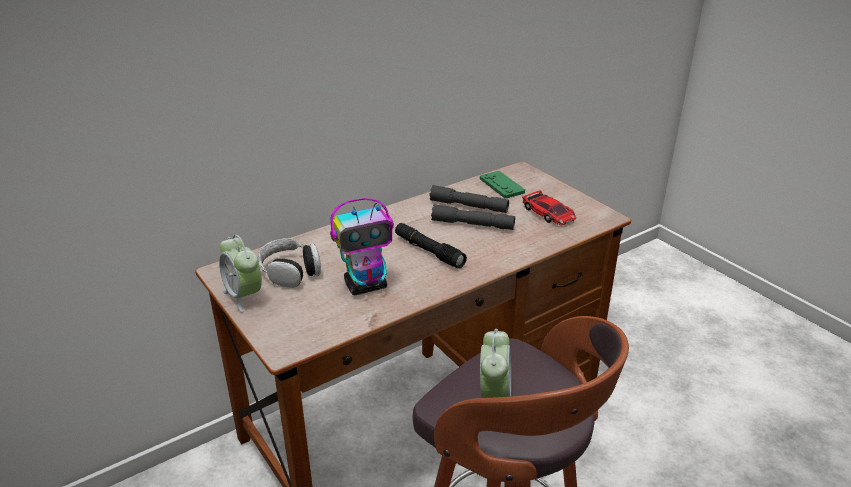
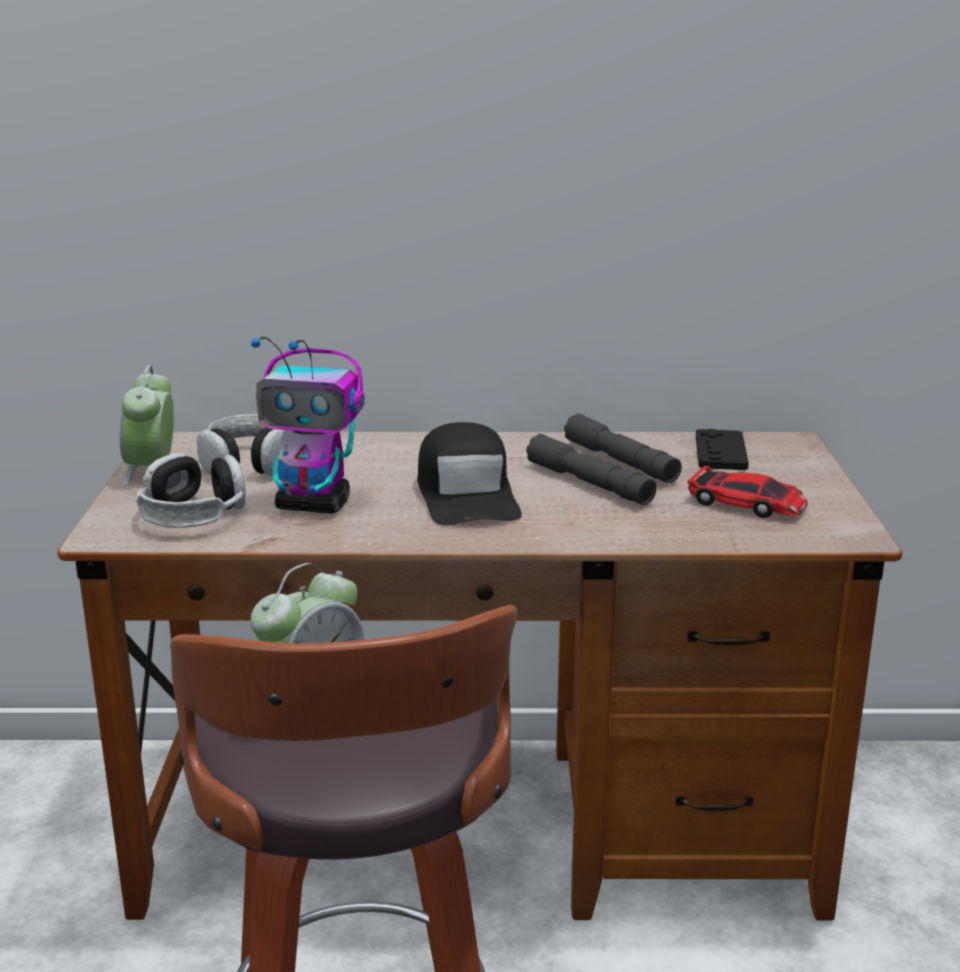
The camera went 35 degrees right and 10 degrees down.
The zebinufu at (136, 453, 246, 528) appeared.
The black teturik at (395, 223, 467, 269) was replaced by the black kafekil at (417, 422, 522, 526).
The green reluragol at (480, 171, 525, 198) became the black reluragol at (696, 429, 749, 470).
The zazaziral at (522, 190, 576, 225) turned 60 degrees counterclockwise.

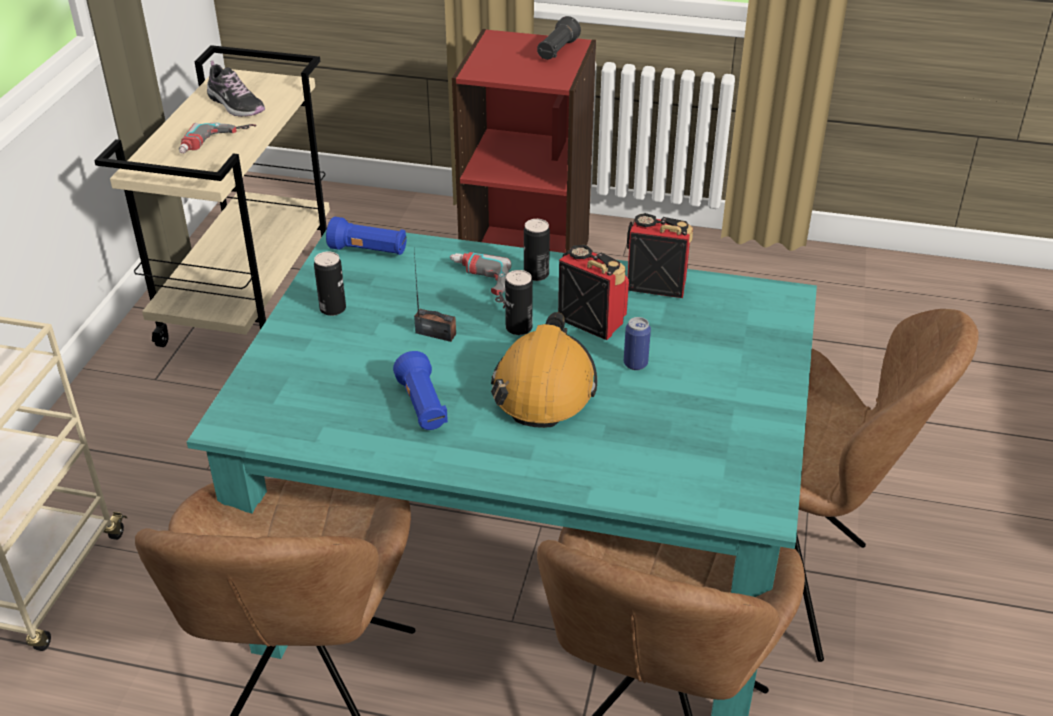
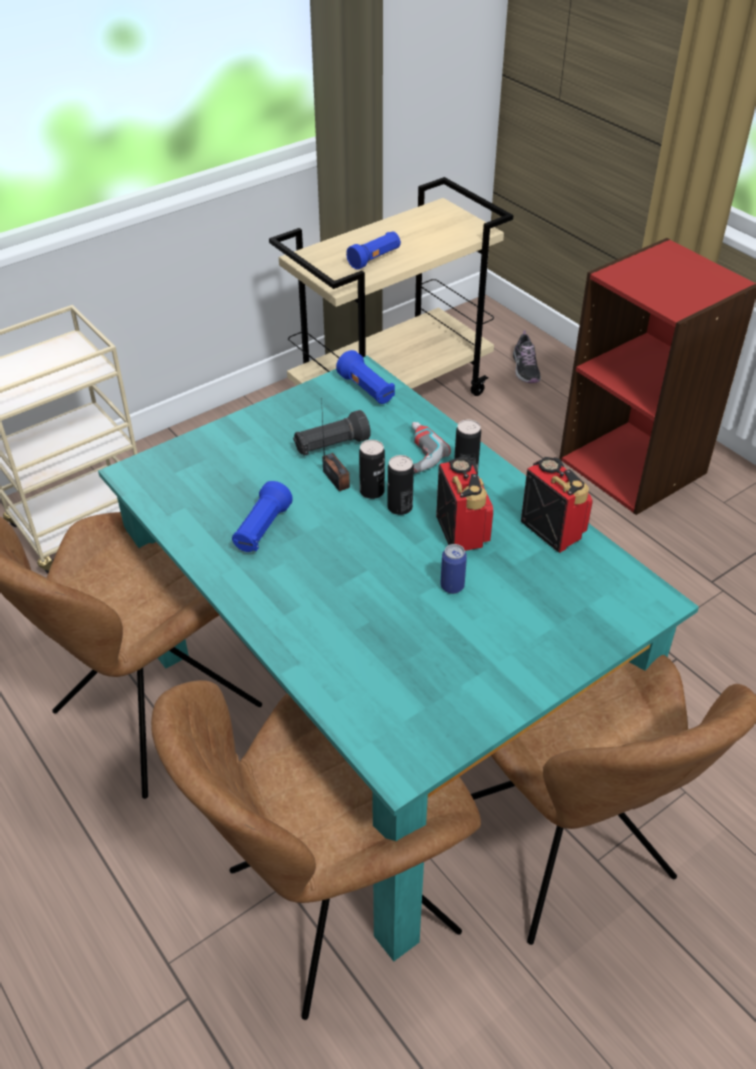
The camera went 40 degrees right and 5 degrees up.
The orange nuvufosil at (491, 312, 597, 428) disappeared.
The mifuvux moved from (207, 60, 265, 117) to (513, 331, 541, 383).
The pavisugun moved from (314, 251, 346, 316) to (359, 440, 385, 499).
The black teturik moved from (537, 16, 581, 60) to (293, 410, 371, 456).
The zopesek at (179, 123, 257, 153) was replaced by the blue teturik at (346, 231, 401, 270).

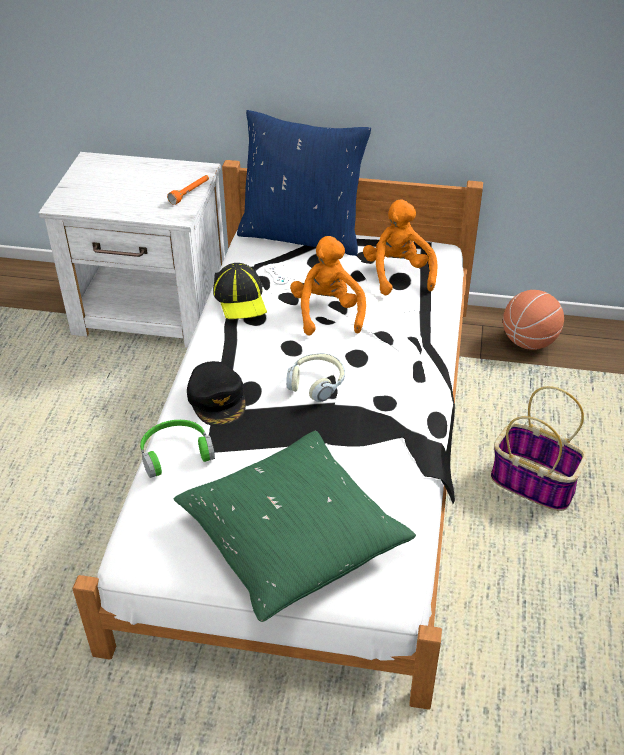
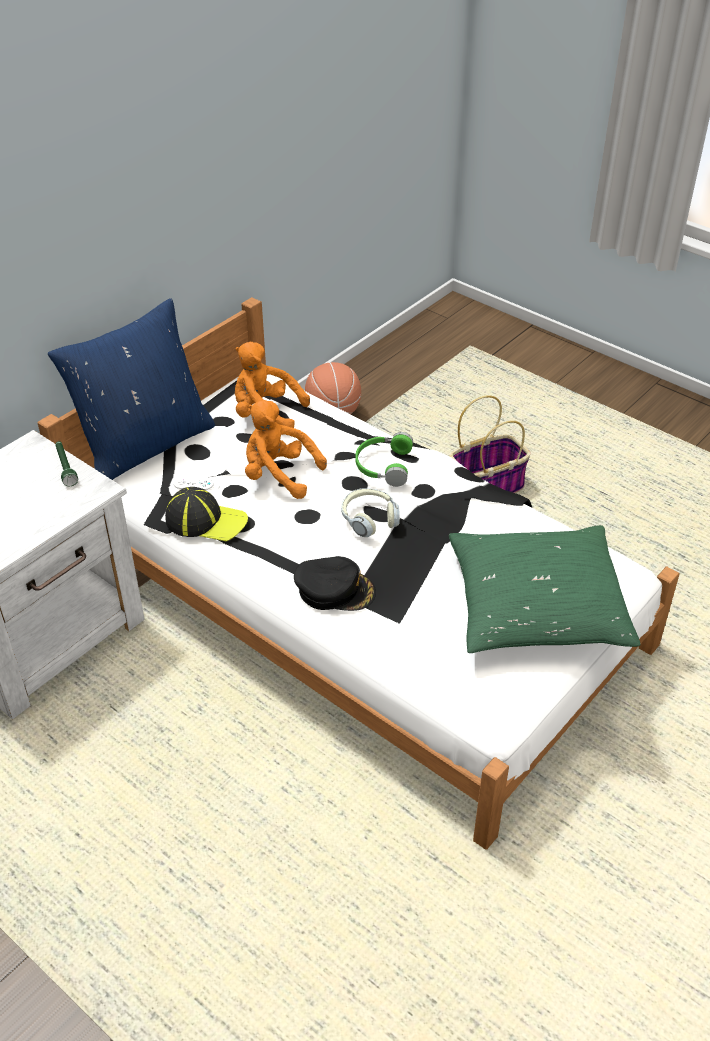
The camera went 60 degrees left and 0 degrees up.
The green zebinufu moved from (140, 420, 215, 478) to (355, 432, 413, 487).
The orange teturik at (167, 175, 209, 205) became the green teturik at (55, 441, 78, 486).

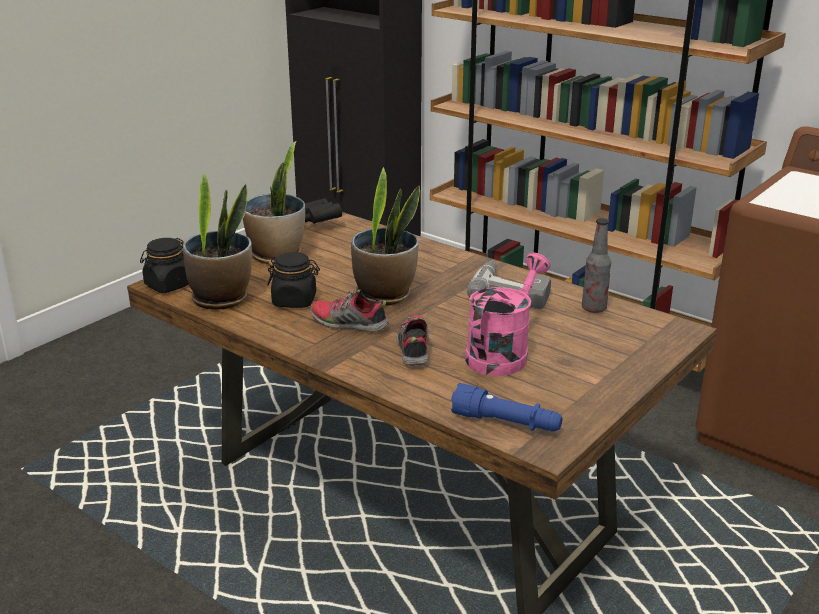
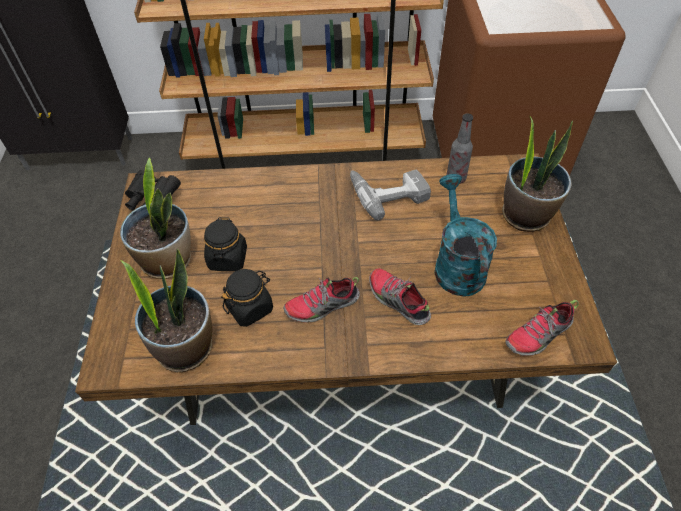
The camera went 40 degrees left and 25 degrees up.
The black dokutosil moved from (140, 238, 189, 293) to (204, 217, 247, 271).
The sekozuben moved from (351, 167, 420, 305) to (502, 115, 573, 232).
The blue teturik at (451, 383, 563, 432) was replaced by the mifuvux at (505, 300, 579, 356).
The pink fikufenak at (465, 253, 550, 376) became the turquoise fikufenak at (434, 174, 497, 297).

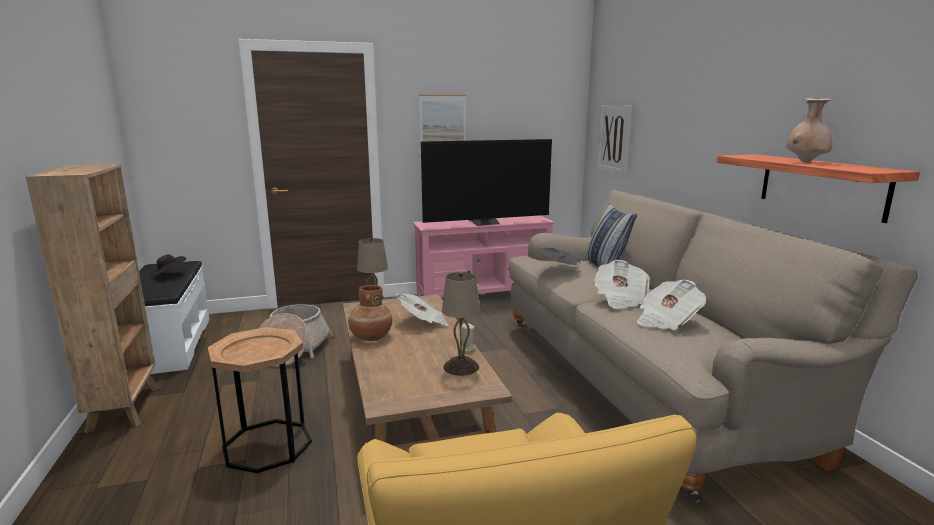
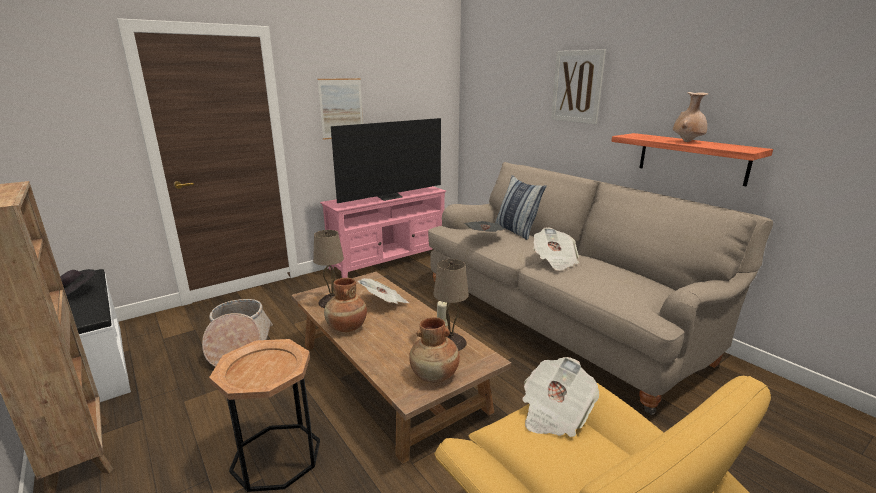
The camera went 20 degrees left and 5 degrees up.
The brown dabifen at (409, 317, 460, 383) appeared.
The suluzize moved from (597, 106, 632, 175) to (551, 49, 606, 124).
The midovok moved from (637, 280, 706, 330) to (522, 357, 599, 437).

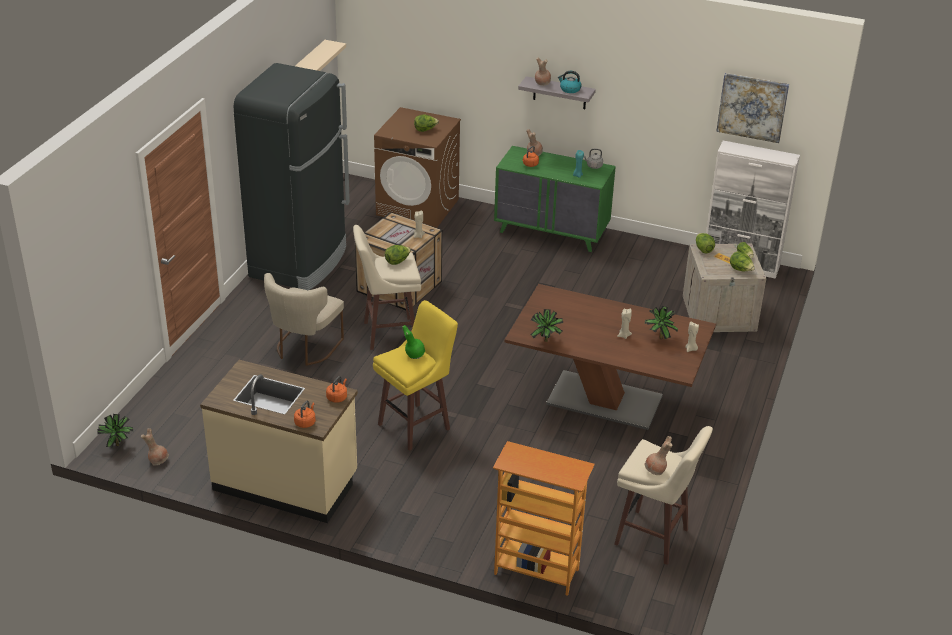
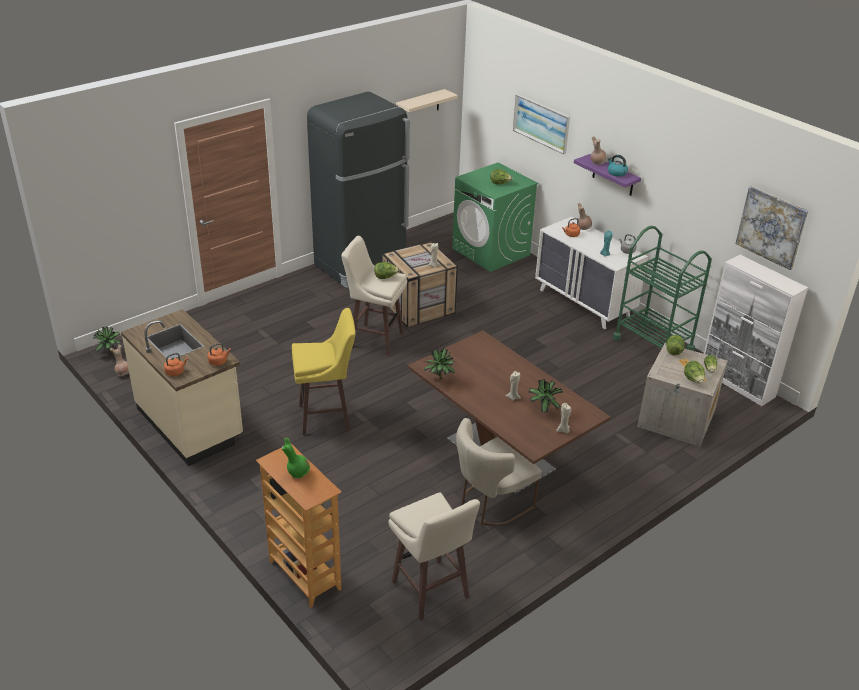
The camera went 30 degrees right and 0 degrees up.
The brown dabifen at (645, 436, 672, 475) disappeared.
The suluzize at (513, 94, 570, 154) appeared.
The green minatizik at (613, 226, 712, 351) appeared.
The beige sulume moved from (264, 273, 344, 366) to (456, 418, 541, 526).
The green dabifen moved from (402, 325, 425, 359) to (281, 438, 310, 479).
The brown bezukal at (374, 107, 461, 228) became the green bezukal at (452, 163, 538, 272).
The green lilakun at (494, 146, 616, 252) became the white lilakun at (535, 217, 648, 329).
The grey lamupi at (518, 76, 596, 109) became the purple lamupi at (574, 154, 641, 196).

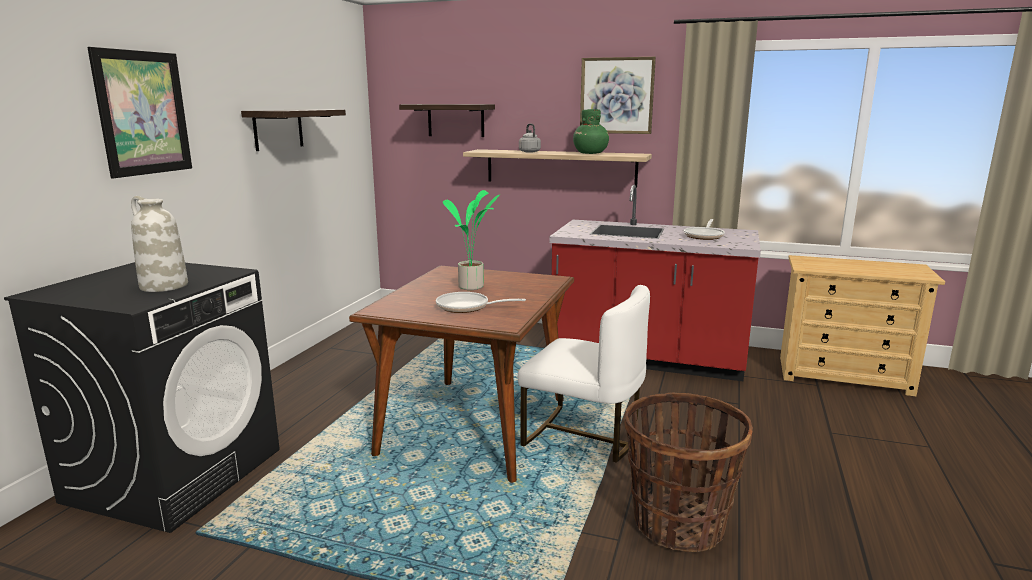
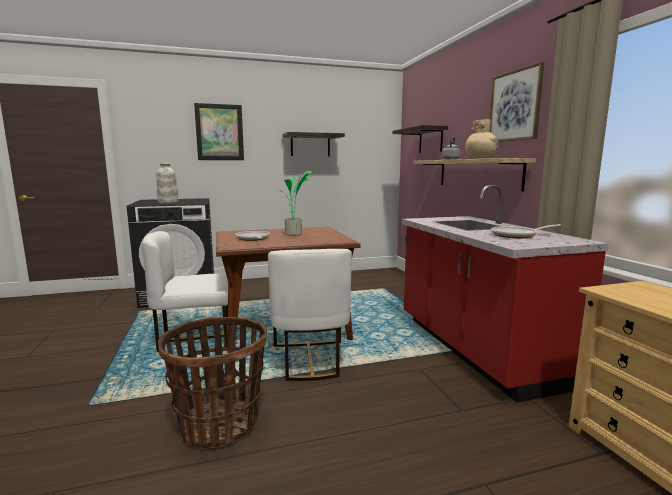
The camera went 55 degrees right and 5 degrees down.
The white sulume at (142, 231, 228, 352) appeared.
The green dabifen at (573, 109, 609, 154) became the beige dabifen at (465, 119, 499, 159).

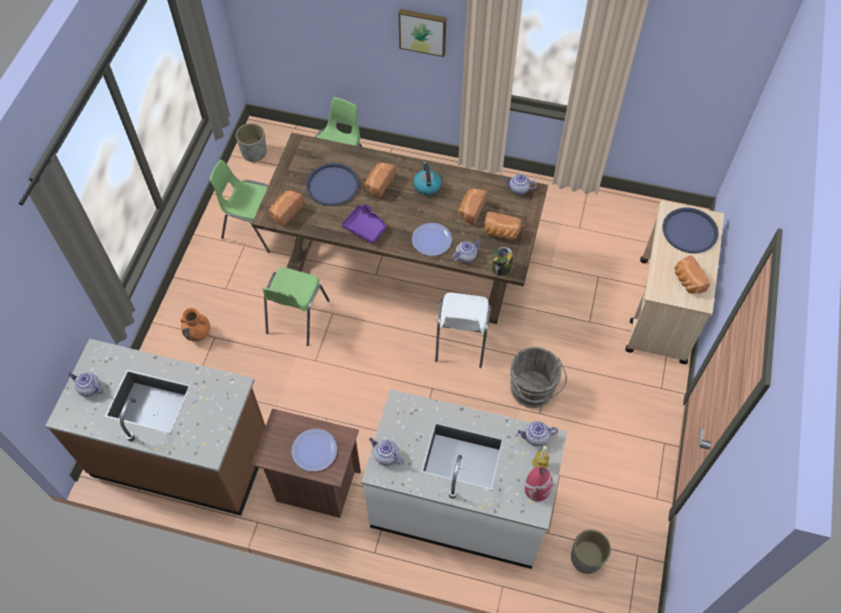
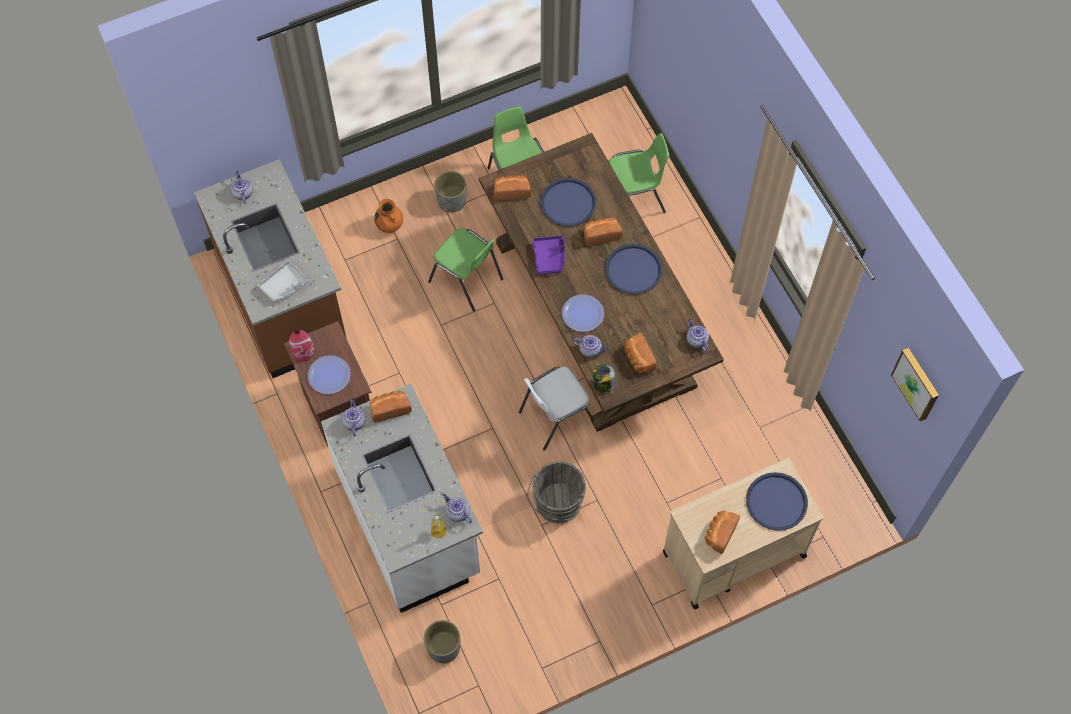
The camera went 50 degrees right and 5 degrees up.
The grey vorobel at (258, 260, 309, 303) appeared.
The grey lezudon moved from (236, 123, 267, 163) to (434, 171, 466, 213).
The suluzize moved from (398, 9, 446, 57) to (891, 348, 939, 421).
The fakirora moved from (458, 189, 487, 225) to (370, 391, 412, 422).
The red dabifen moved from (524, 467, 553, 501) to (289, 329, 314, 362).
The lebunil at (413, 162, 441, 195) was replaced by the blue vorobel at (605, 244, 662, 294).
The green sulume at (262, 267, 330, 346) turned 120 degrees counterclockwise.

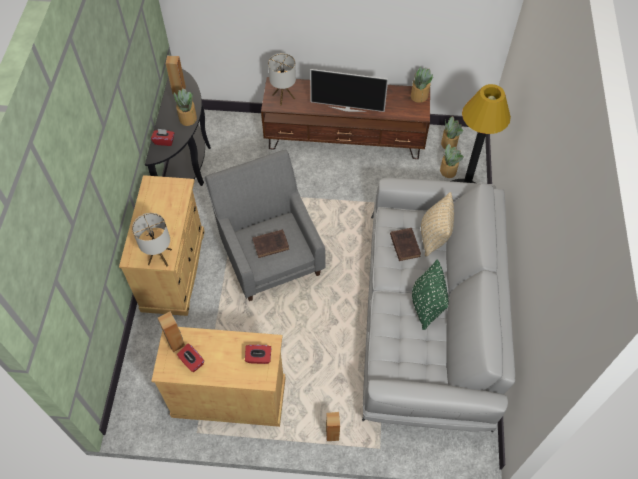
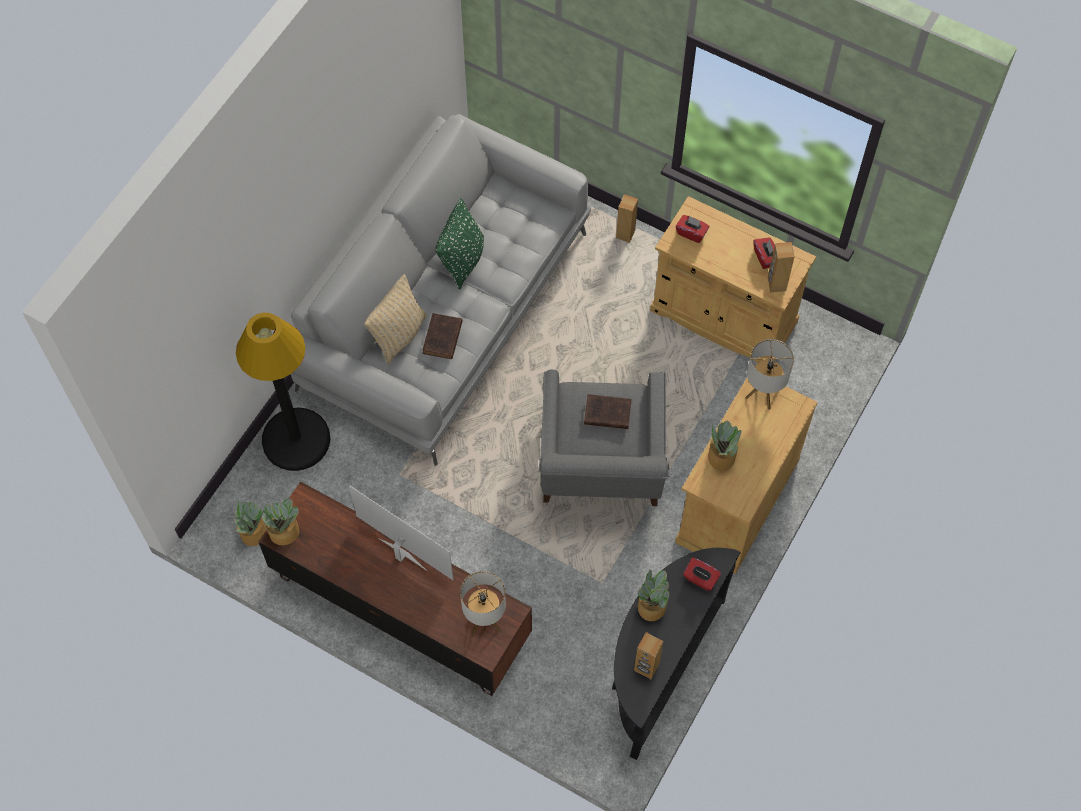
The camera went 155 degrees left and 5 degrees up.
The sekozuben moved from (440, 144, 464, 178) to (708, 421, 742, 471).

